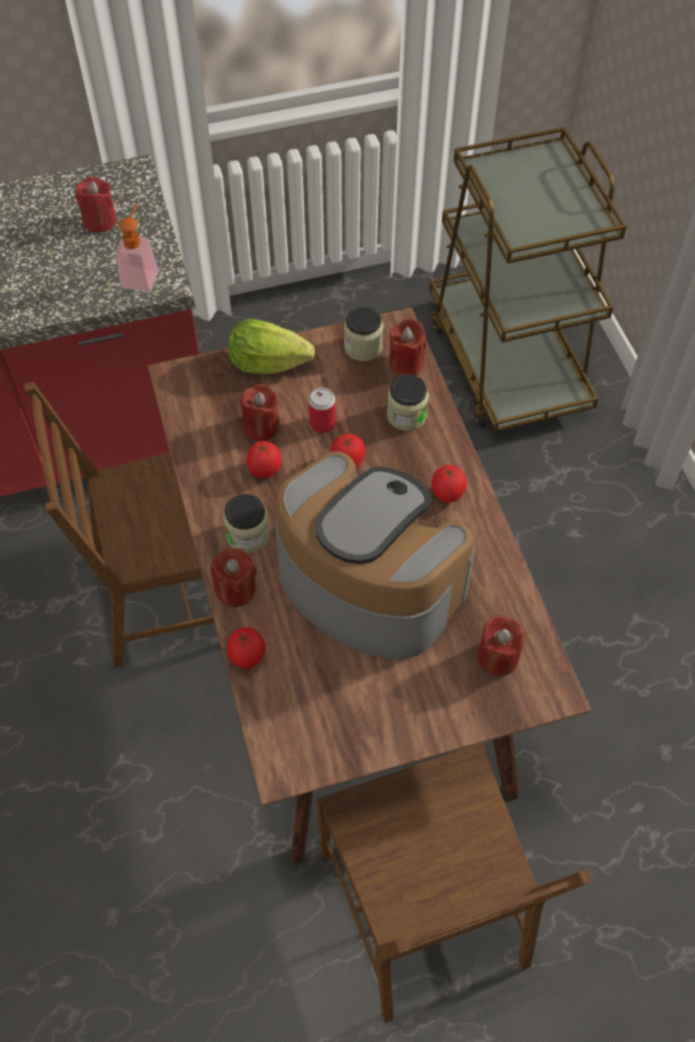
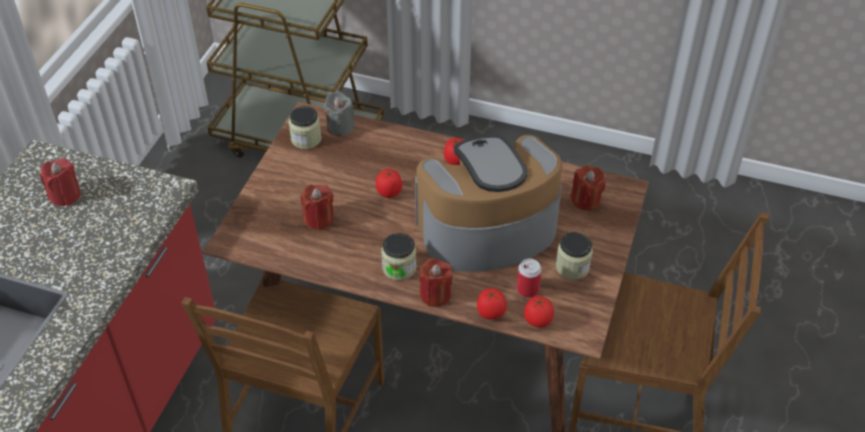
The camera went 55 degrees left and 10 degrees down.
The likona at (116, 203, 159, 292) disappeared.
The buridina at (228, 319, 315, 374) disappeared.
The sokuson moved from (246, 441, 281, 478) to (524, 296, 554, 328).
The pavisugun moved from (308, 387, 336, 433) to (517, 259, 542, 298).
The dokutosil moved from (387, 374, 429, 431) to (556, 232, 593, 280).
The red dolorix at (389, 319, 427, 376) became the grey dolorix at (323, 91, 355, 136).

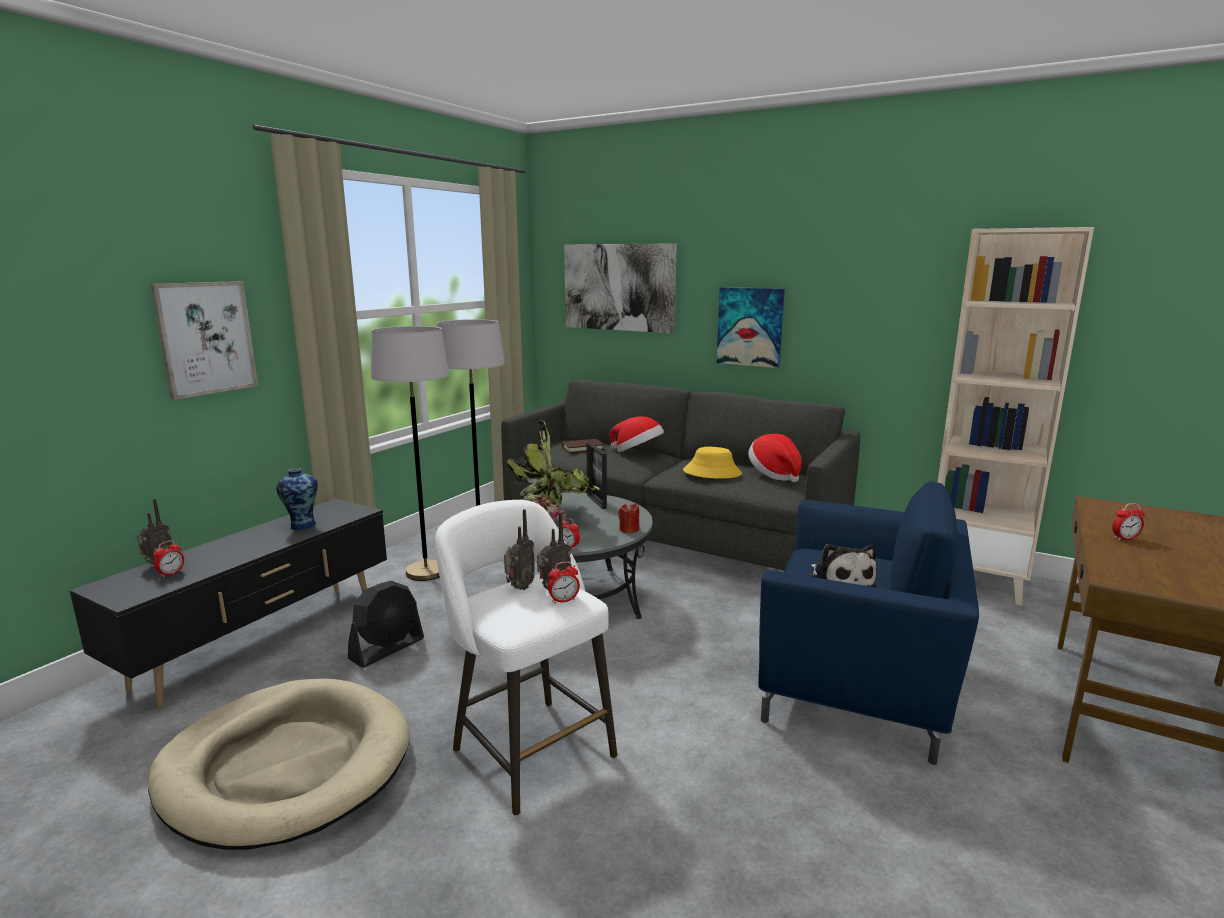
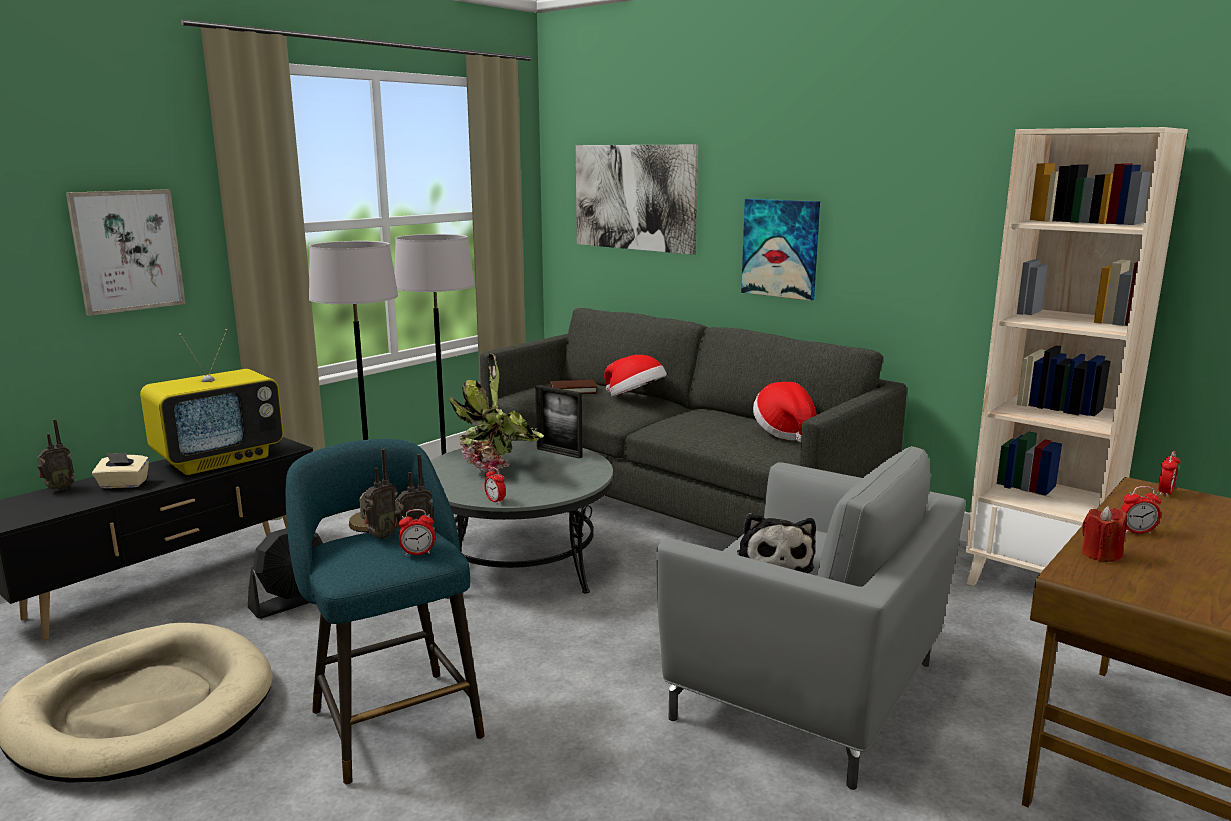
The camera went 10 degrees right and 0 degrees up.
The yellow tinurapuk at (683, 447, 742, 479) disappeared.
The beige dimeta at (92, 453, 149, 488) appeared.
The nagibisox moved from (153, 541, 184, 578) to (1158, 451, 1181, 497).
The red dolorix moved from (618, 502, 639, 533) to (1081, 506, 1127, 562).
The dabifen at (276, 468, 318, 531) was replaced by the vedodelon at (140, 329, 283, 475).
The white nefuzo at (435, 500, 617, 816) became the turquoise nefuzo at (286, 439, 485, 785).
The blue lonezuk at (758, 481, 979, 765) became the grey lonezuk at (656, 446, 966, 790).
The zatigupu at (587, 443, 607, 509) turned 45 degrees counterclockwise.

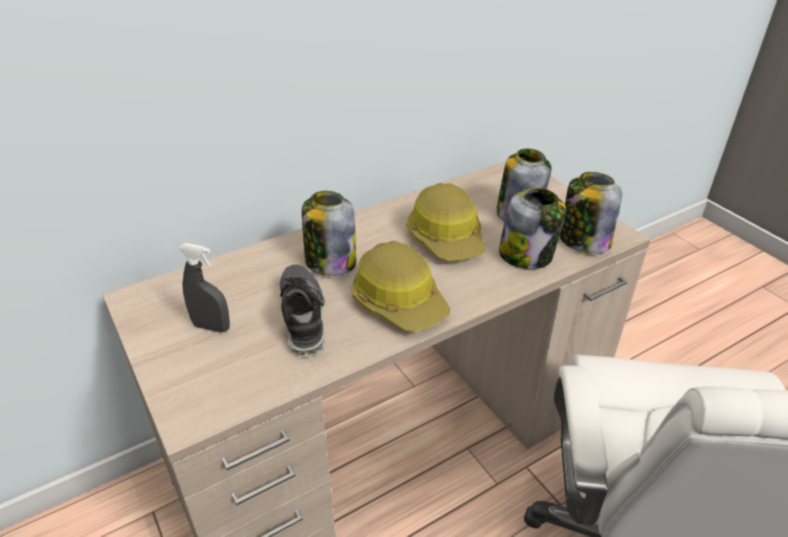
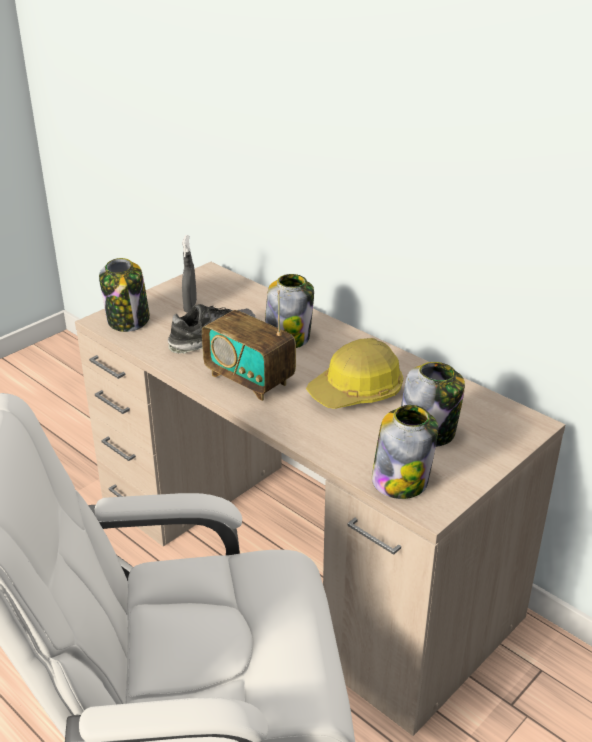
The camera went 75 degrees right and 5 degrees down.
The dokutosil moved from (499, 188, 566, 269) to (99, 258, 150, 332).
The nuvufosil at (352, 241, 450, 332) was replaced by the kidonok at (202, 290, 296, 401).

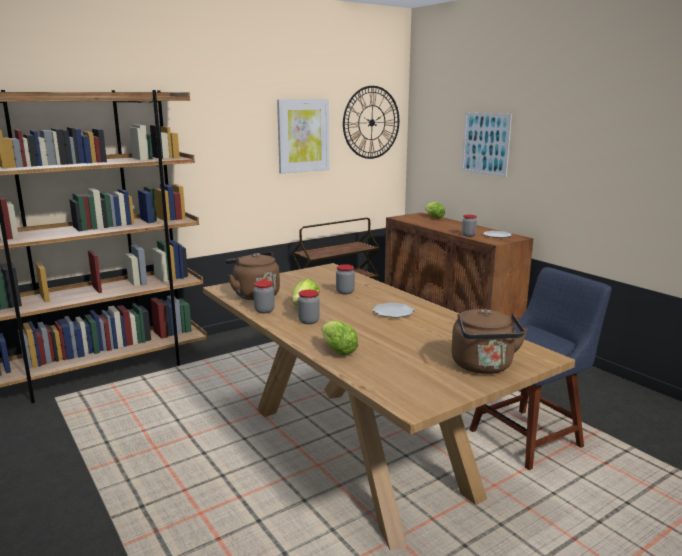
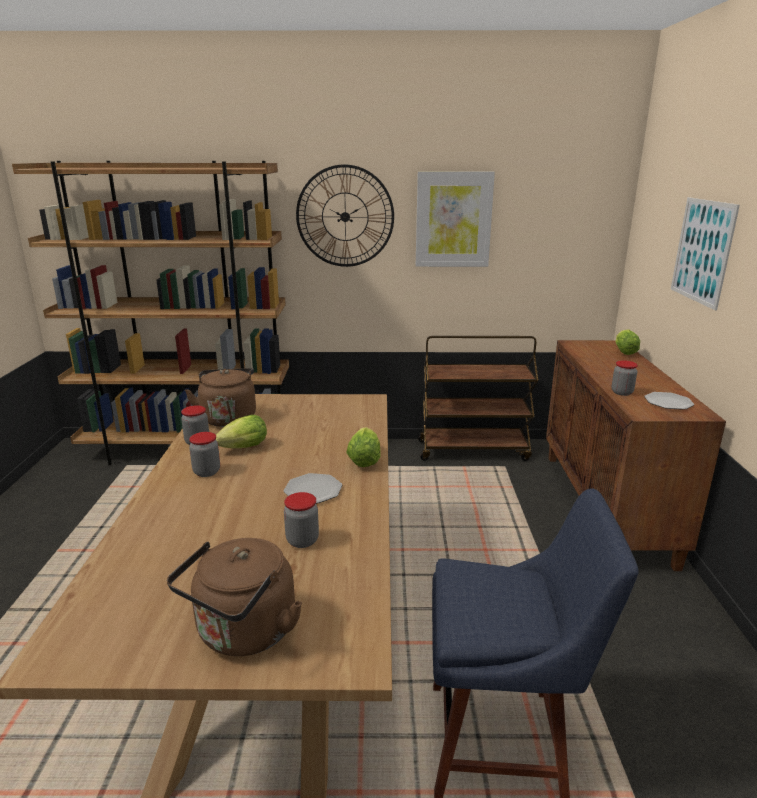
The camera went 35 degrees right and 5 degrees up.
The buridina moved from (322, 321, 358, 355) to (346, 427, 381, 467).
The dokutosil moved from (336, 264, 355, 294) to (284, 492, 319, 548).
The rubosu moved from (343, 86, 399, 159) to (296, 164, 394, 267).

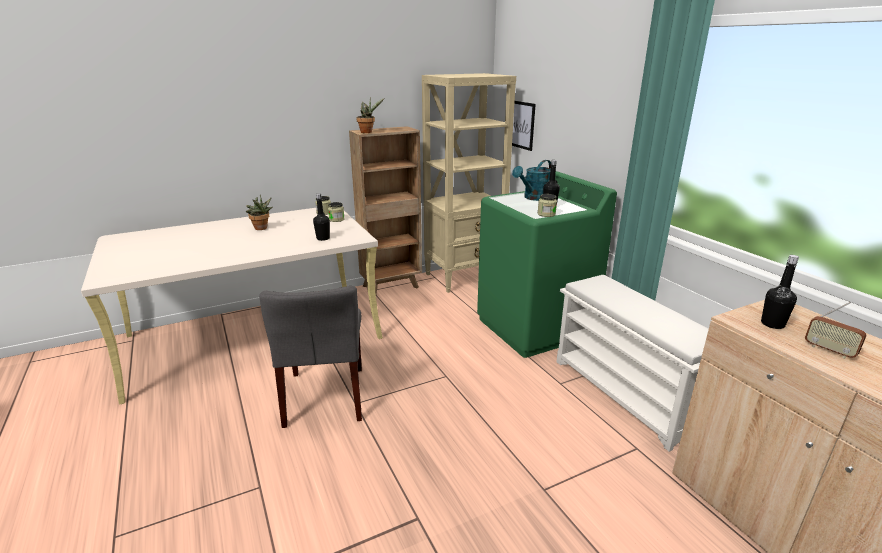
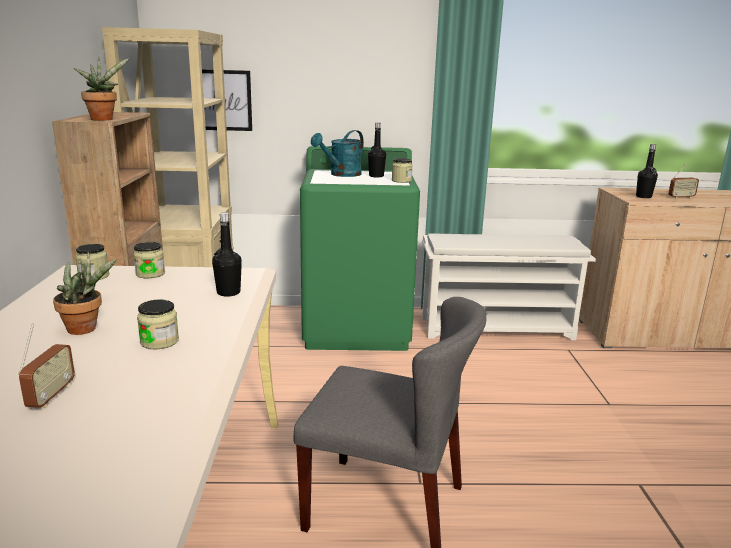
The camera went 65 degrees left and 5 degrees down.
The kidonok at (18, 324, 75, 408) appeared.
The dokutosil at (137, 300, 179, 349) appeared.
The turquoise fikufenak at (512, 160, 551, 201) turned 60 degrees clockwise.

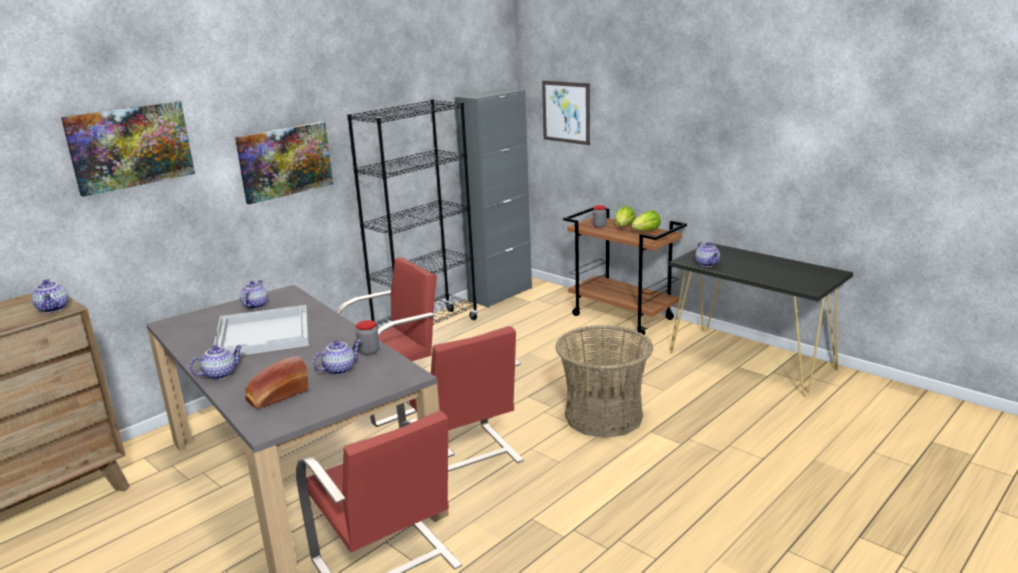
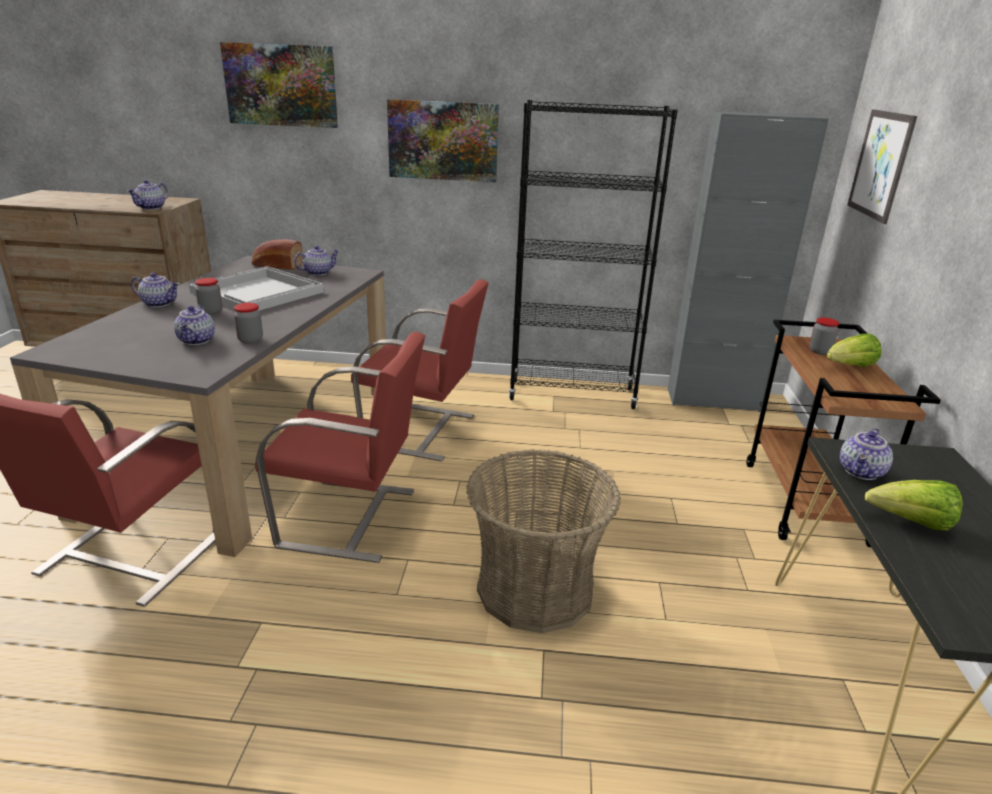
The camera went 50 degrees right and 5 degrees up.
The dokutosil at (195, 278, 222, 315) appeared.
The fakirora moved from (245, 356, 308, 409) to (251, 239, 302, 270).
The buridina moved from (632, 210, 661, 231) to (865, 480, 963, 531).
The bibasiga at (312, 340, 361, 375) turned 75 degrees clockwise.
The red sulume at (396, 326, 524, 472) turned 105 degrees counterclockwise.

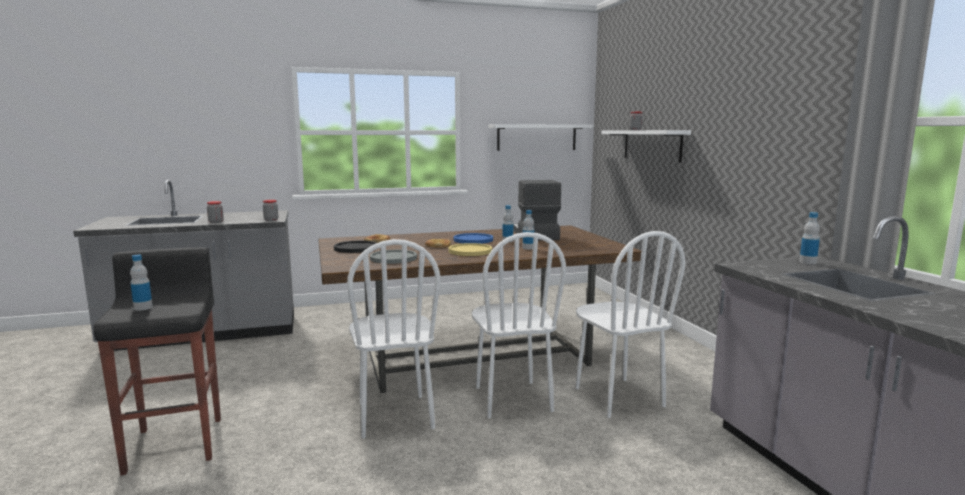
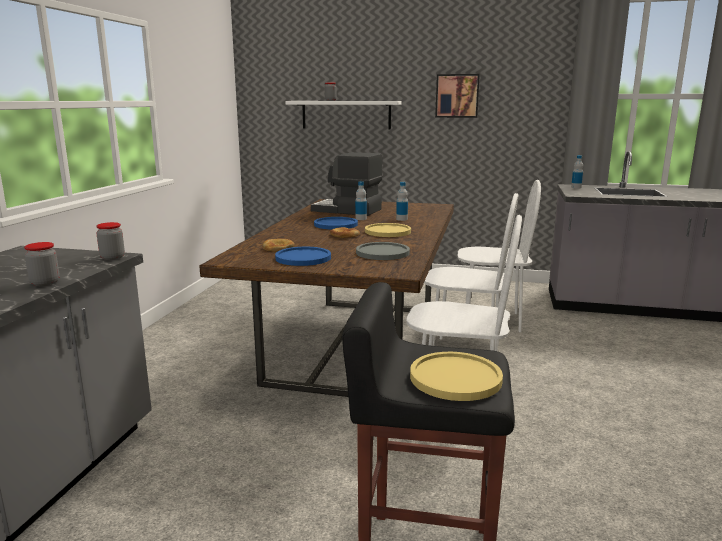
The camera went 60 degrees left and 5 degrees up.
The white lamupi at (488, 124, 594, 151) disappeared.
The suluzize at (435, 74, 480, 118) appeared.
The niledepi at (130, 255, 153, 311) was replaced by the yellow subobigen at (410, 352, 503, 401).
The black subobigen at (334, 241, 376, 253) became the blue subobigen at (275, 247, 331, 266).

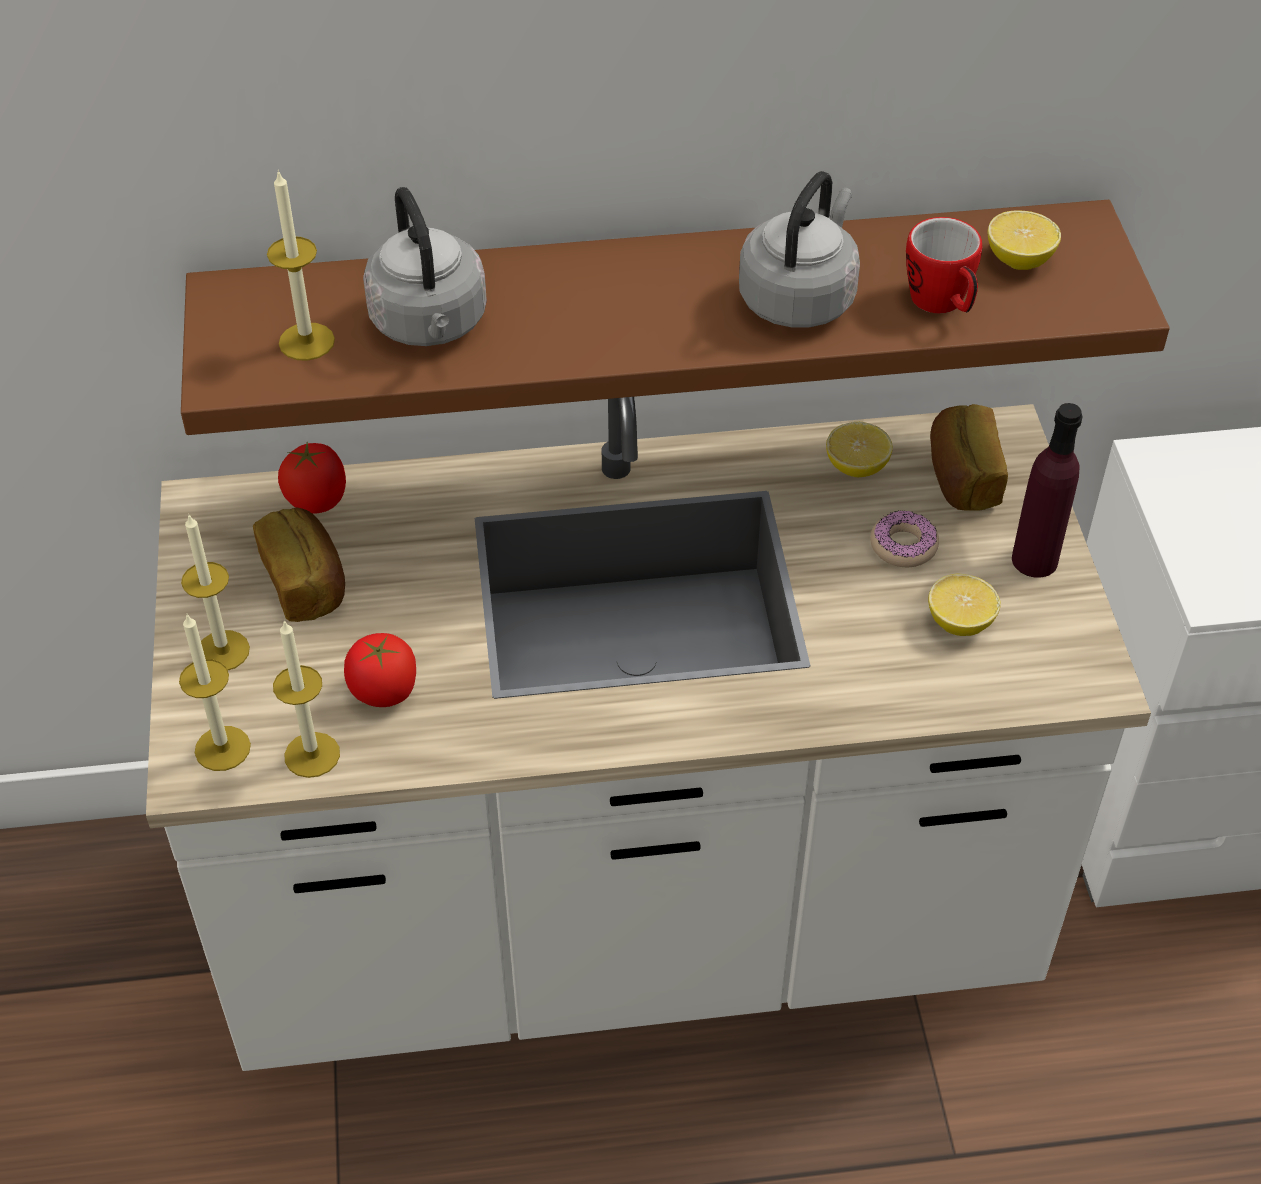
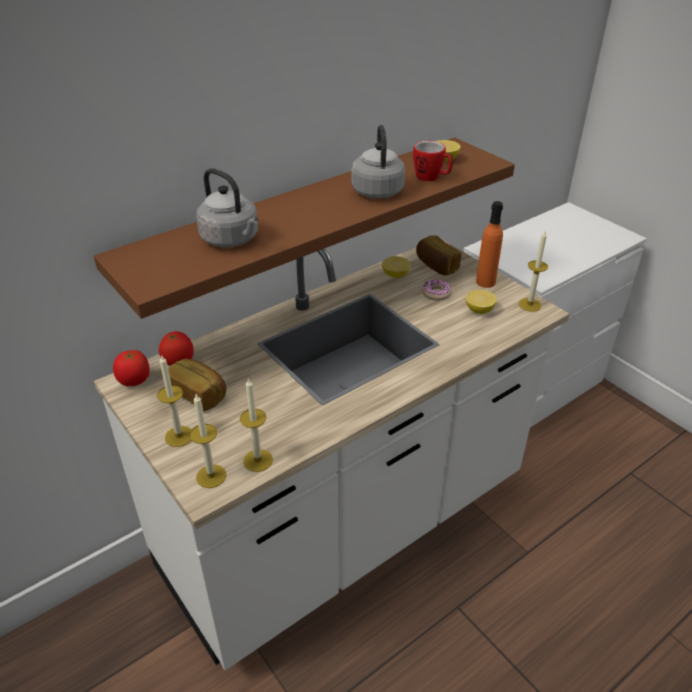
The camera went 30 degrees left and 10 degrees down.
The dolorix moved from (267, 170, 335, 361) to (518, 231, 548, 312).
The sokuson moved from (344, 633, 416, 707) to (113, 350, 150, 386).
The purple niledepi at (1012, 403, 1082, 578) became the orange niledepi at (476, 201, 503, 288).

